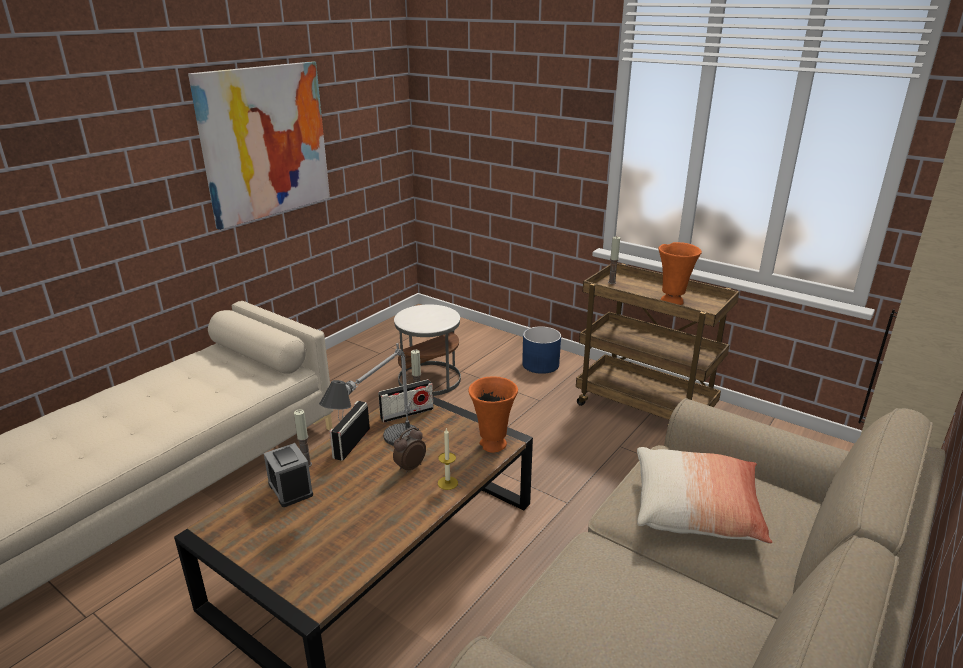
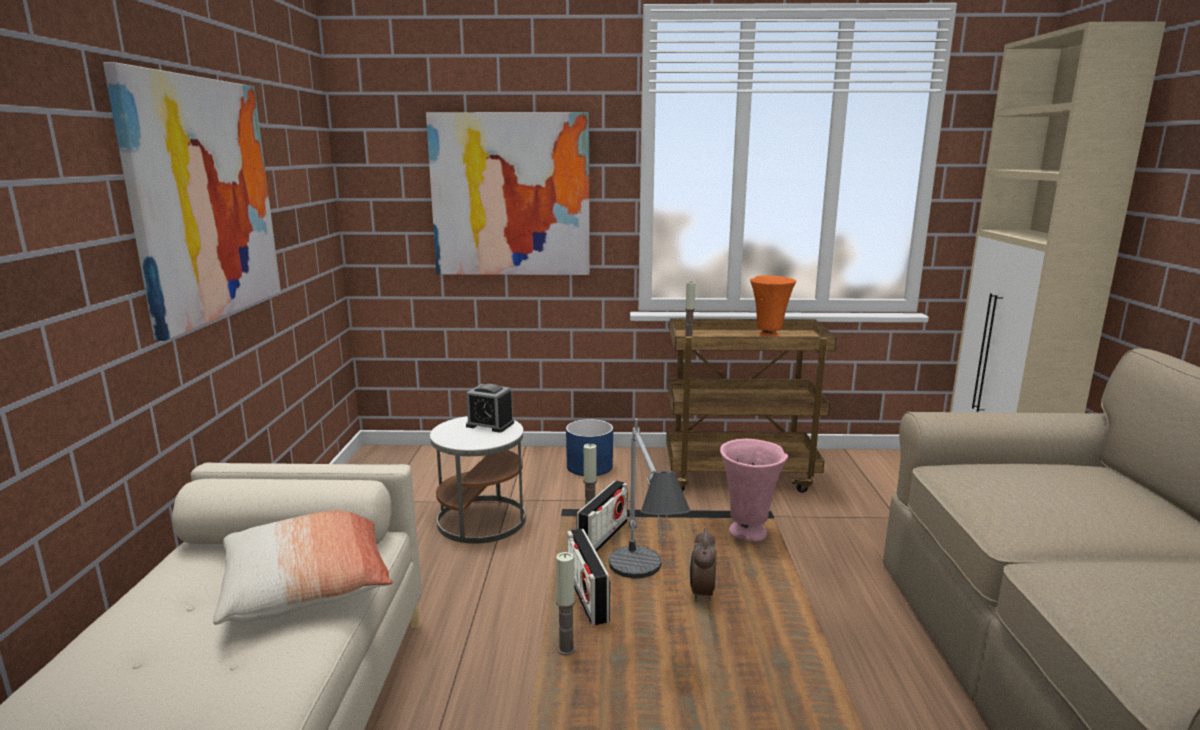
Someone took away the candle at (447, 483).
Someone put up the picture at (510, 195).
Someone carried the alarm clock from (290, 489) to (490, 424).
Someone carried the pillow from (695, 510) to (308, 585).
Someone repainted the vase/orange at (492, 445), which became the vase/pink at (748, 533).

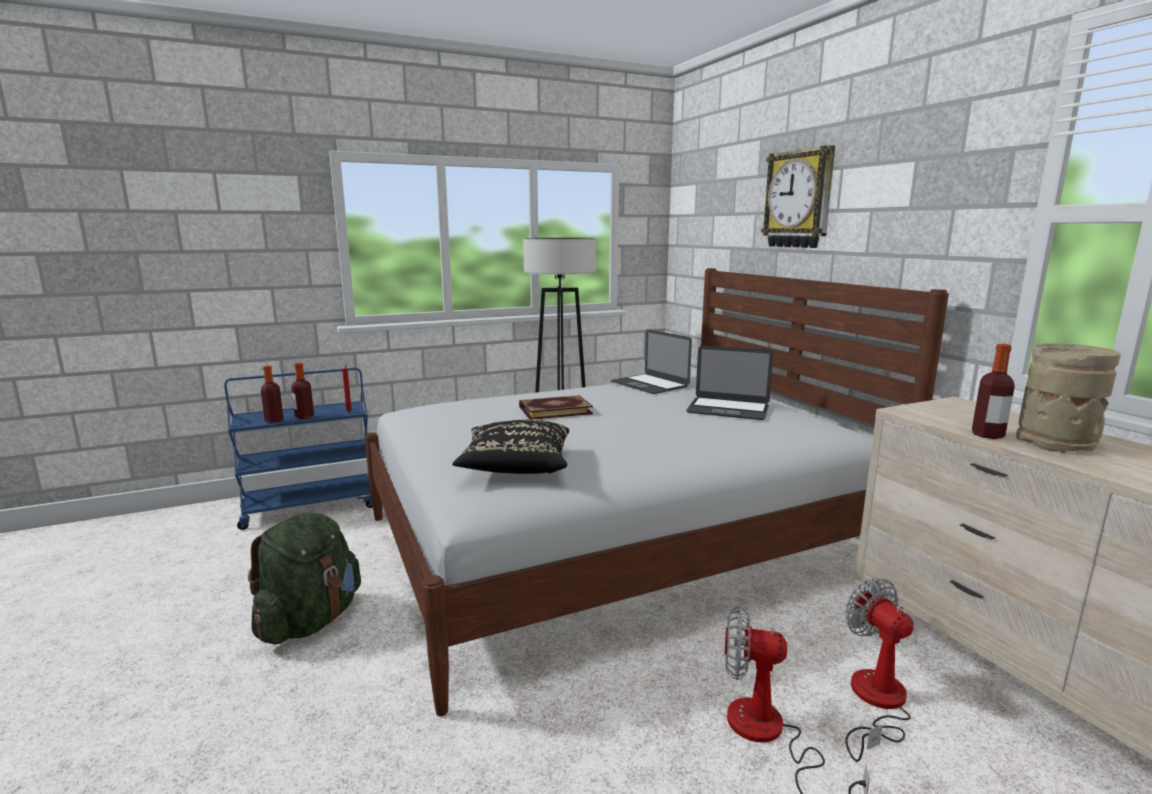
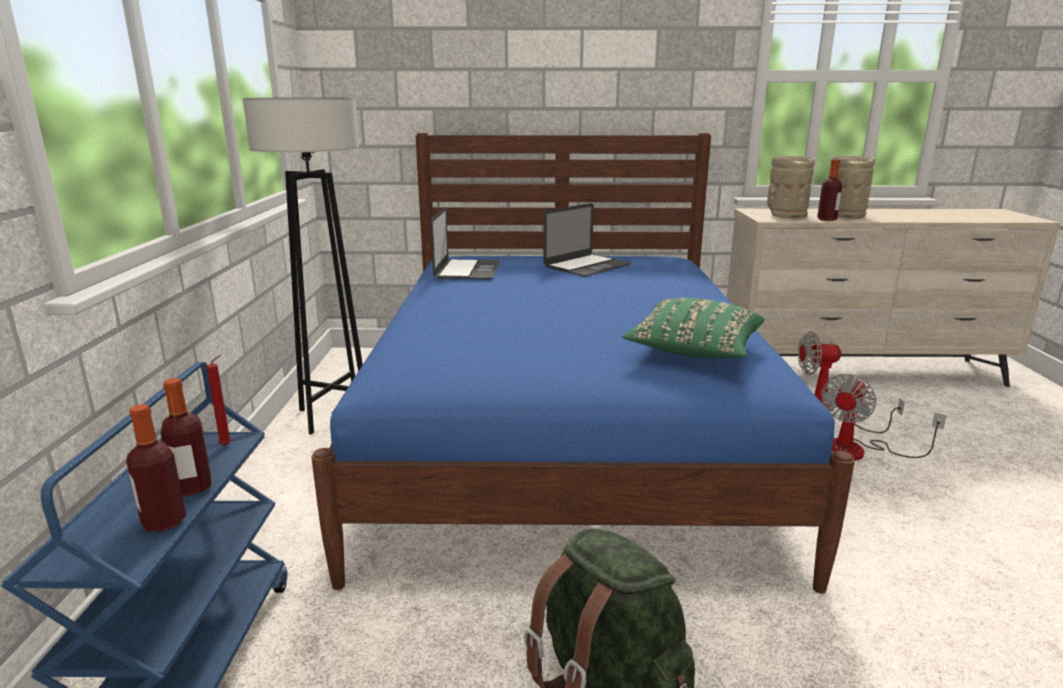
Someone took away the book at (555, 410).
Someone took away the wall clock at (799, 199).
Someone put down the vase/beige at (786, 215).
Someone repainted the bed/white at (616, 543), which became the bed/blue at (566, 434).
Someone repainted the pillow/black at (516, 466), which became the pillow/green at (694, 351).
Someone rotated the laptop at (649, 384) by 75 degrees counterclockwise.

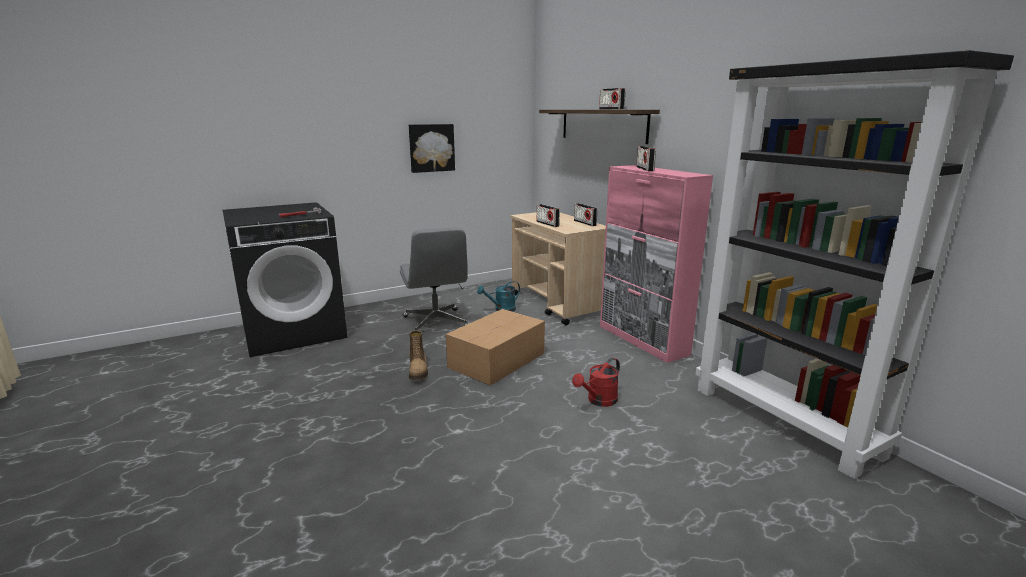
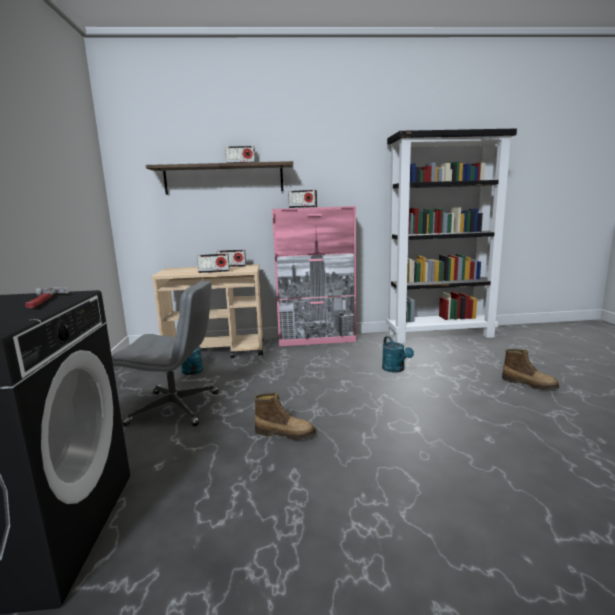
Someone took away the picture at (431, 148).
Someone took away the cardboard box at (498, 360).
Someone put down the boot at (529, 384).
Someone repainted the watering can/red at (598, 401), which became the watering can/turquoise at (395, 369).

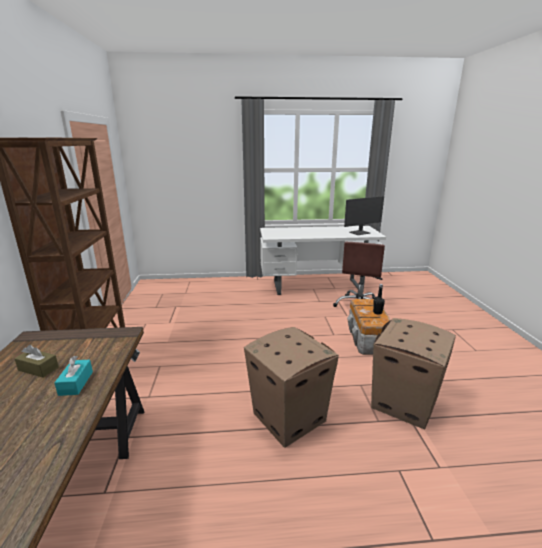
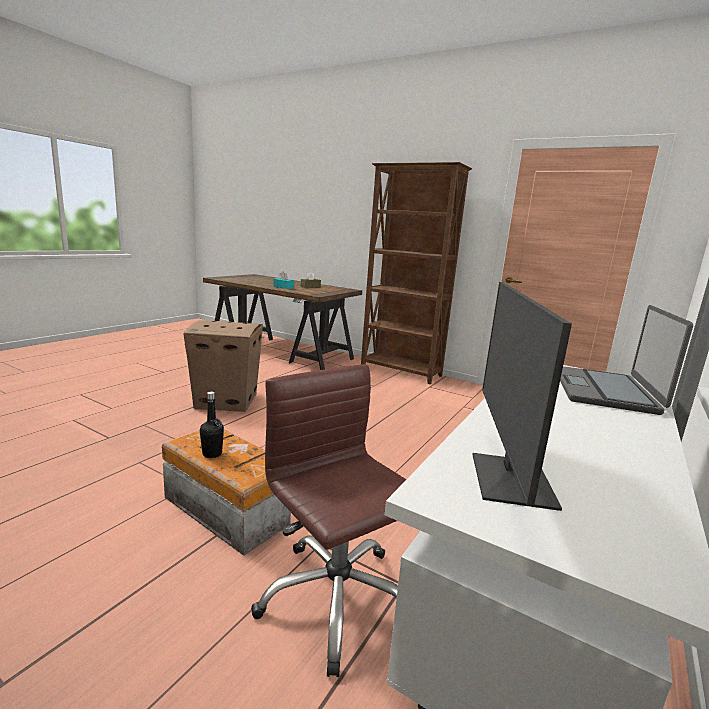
Someone took away the cardboard box at (403, 404).
Someone put down the laptop at (605, 391).

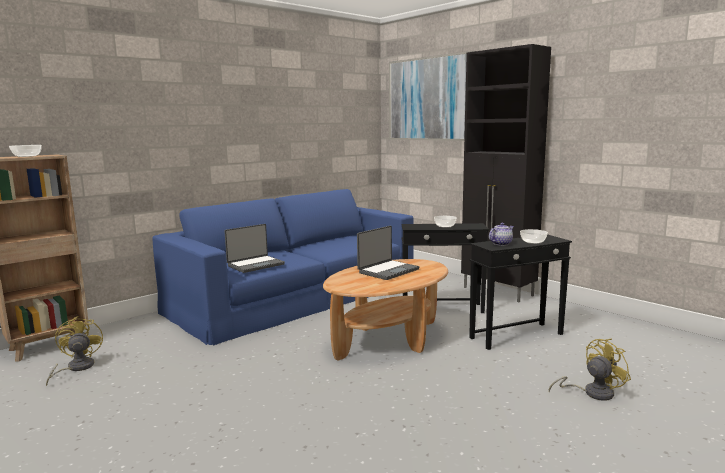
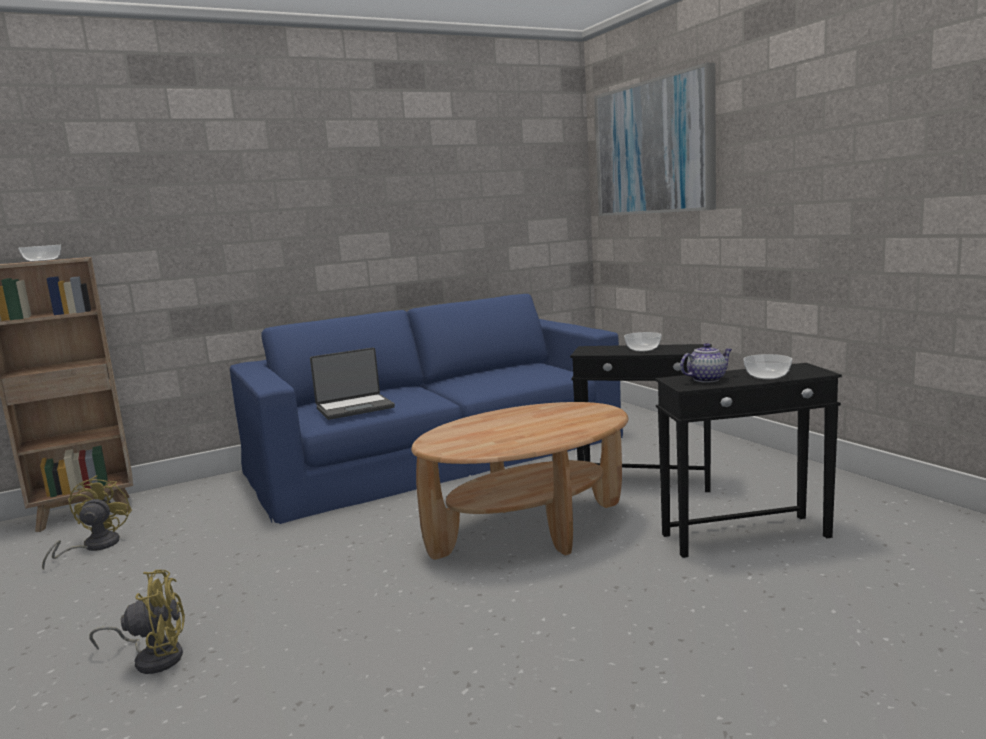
Someone took away the laptop at (387, 271).
Someone took away the cabinet/black at (498, 292).
Someone carried the fan/yellow from (592, 393) to (154, 657).

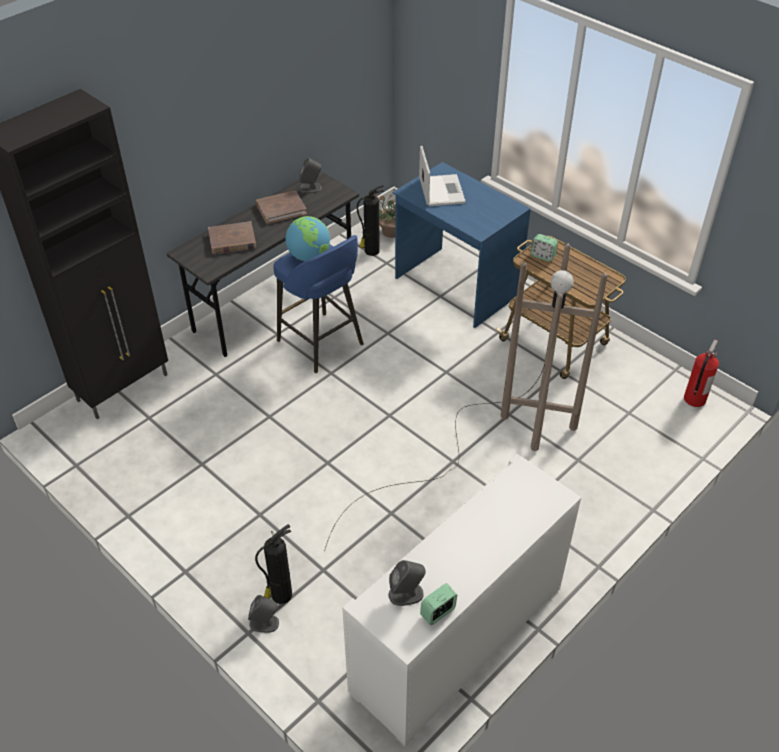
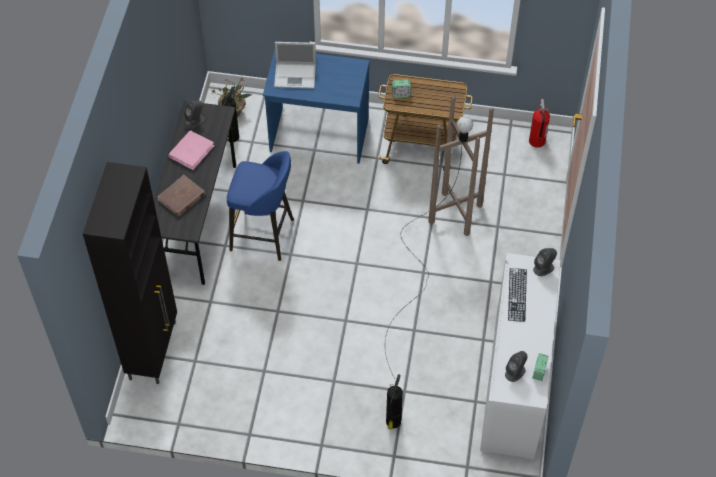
Someone took away the globe at (309, 256).
Someone put down the keyboard at (517, 294).
Someone carried the speaker/grey from (264, 623) to (544, 268).
Someone repainted the book/brown at (281, 209), which became the book/pink at (191, 151).
Someone rotated the laptop at (441, 190) by 135 degrees clockwise.

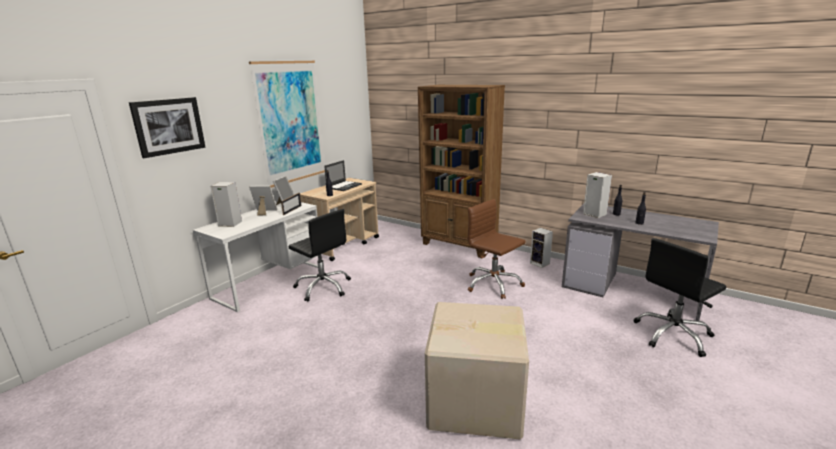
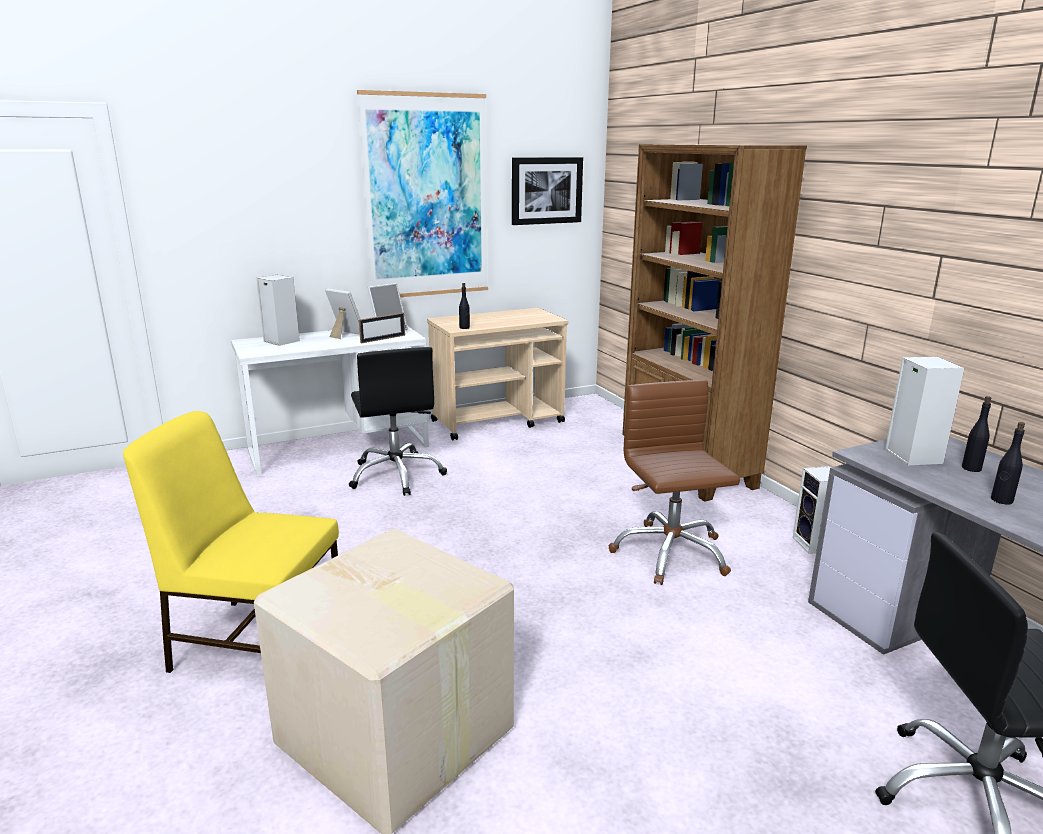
Someone took away the laptop at (344, 186).
Someone put down the chair/yellow at (257, 641).
Someone carried the picture from (169, 126) to (546, 190).

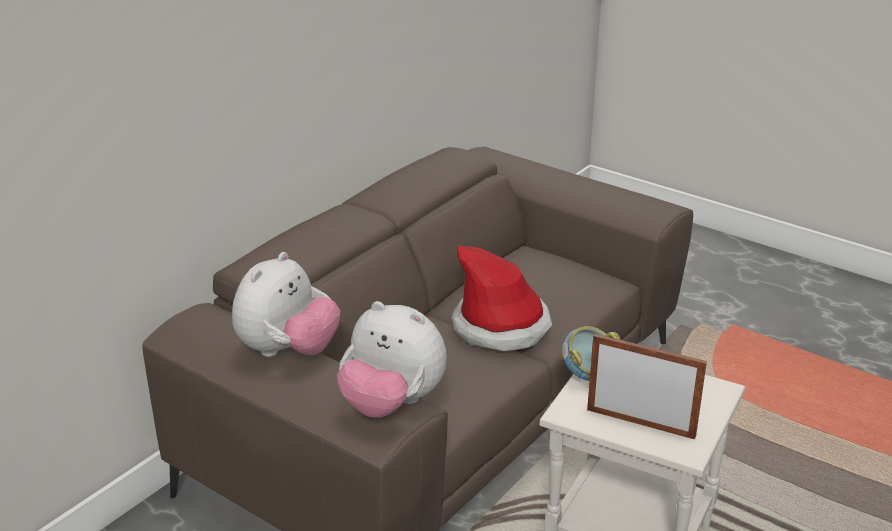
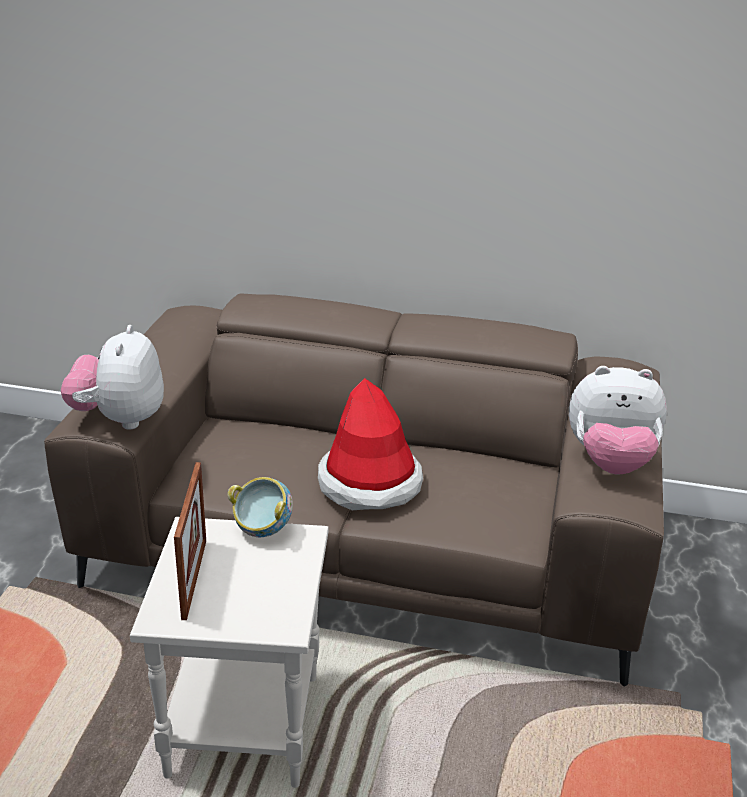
Someone carried the plush toy from (288, 351) to (610, 462).

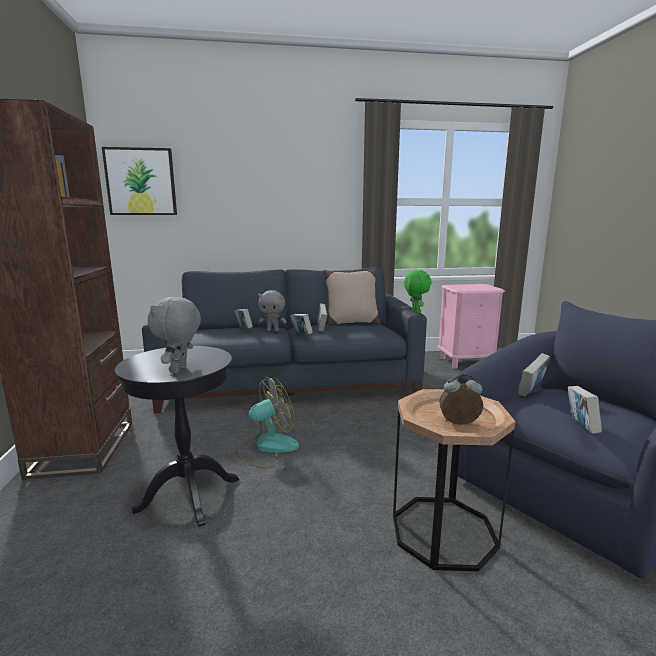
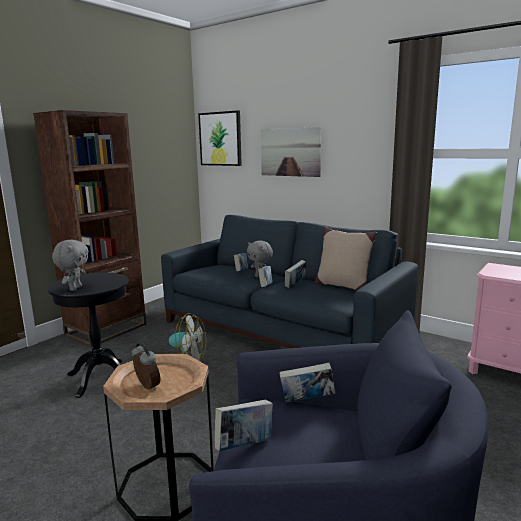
Someone took away the plush toy/green at (415, 312).
Someone put up the picture at (290, 152).
Someone rotated the plush toy/grey at (179, 370) by 135 degrees clockwise.

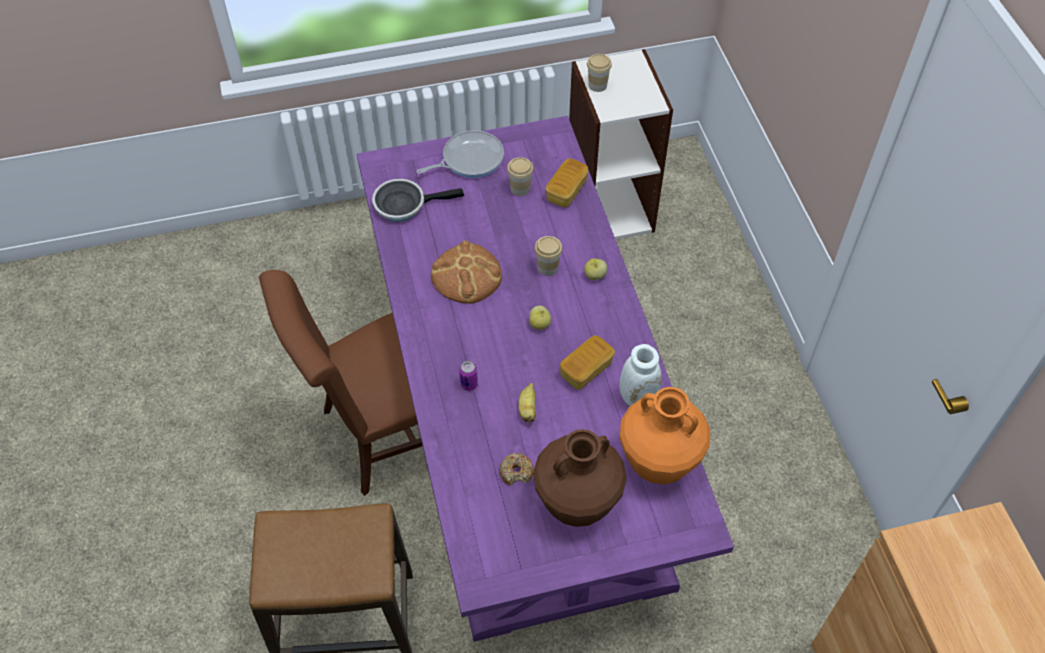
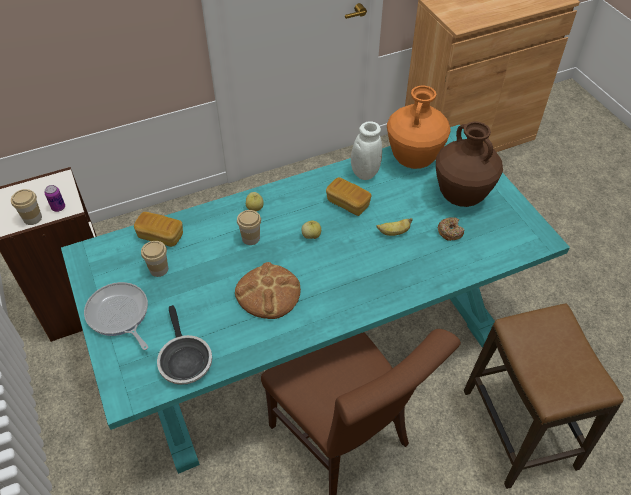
Someone carried the can from (469, 384) to (58, 207).
Someone repainted the dining table/purple at (520, 425), which became the dining table/turquoise at (315, 339).

